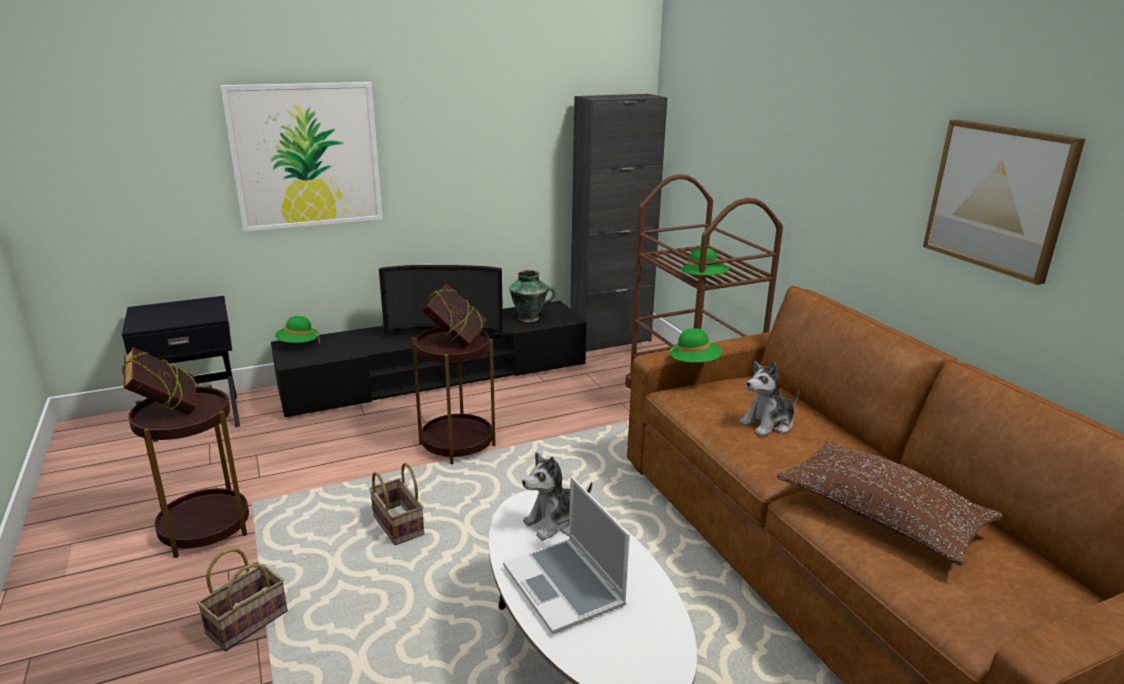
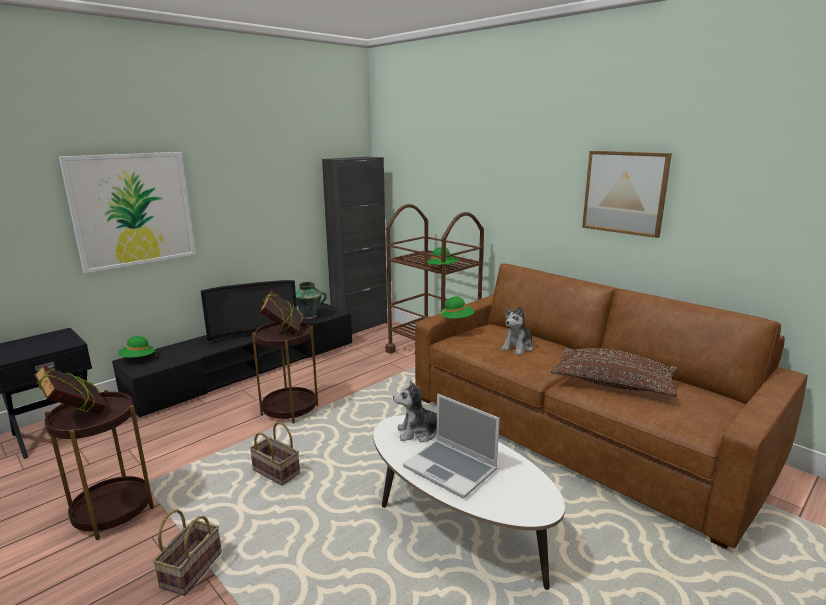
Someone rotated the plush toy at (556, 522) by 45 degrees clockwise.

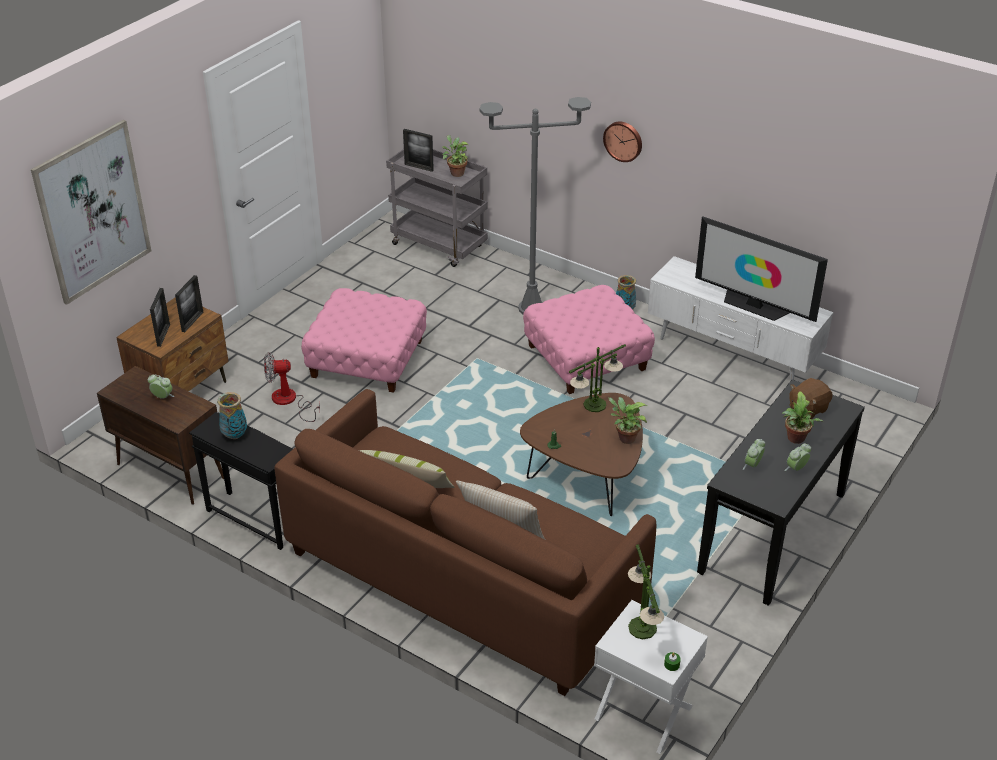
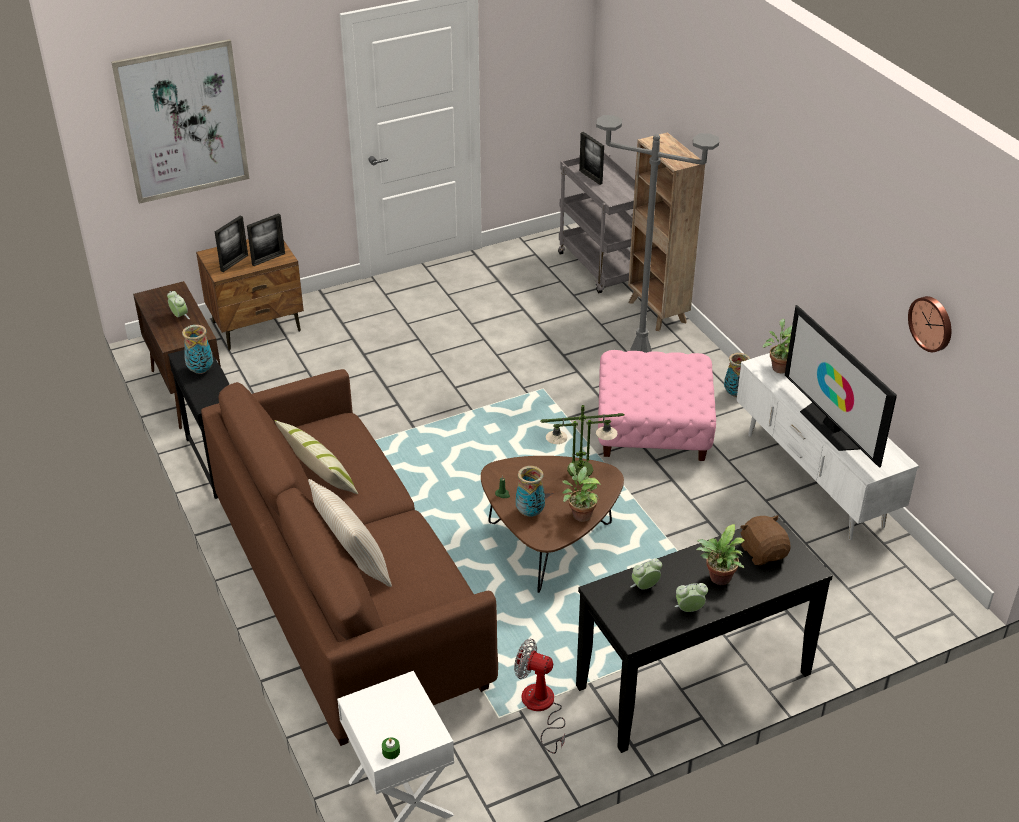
Someone took away the ottoman/pink at (367, 359).
Someone took away the table lamp at (642, 627).
Someone put down the vase at (530, 512).
Someone put down the bookcase/brown at (657, 313).
Someone carried the fan from (289, 401) to (541, 708).
Someone carried the potted plant from (456, 173) to (779, 367).
Someone carried the wall clock from (623, 140) to (932, 323).
Someone rotated the plush toy/brown at (807, 409) by 75 degrees clockwise.

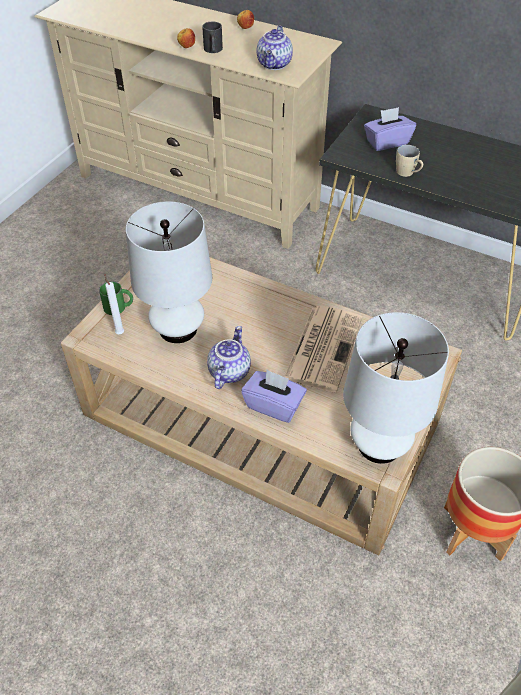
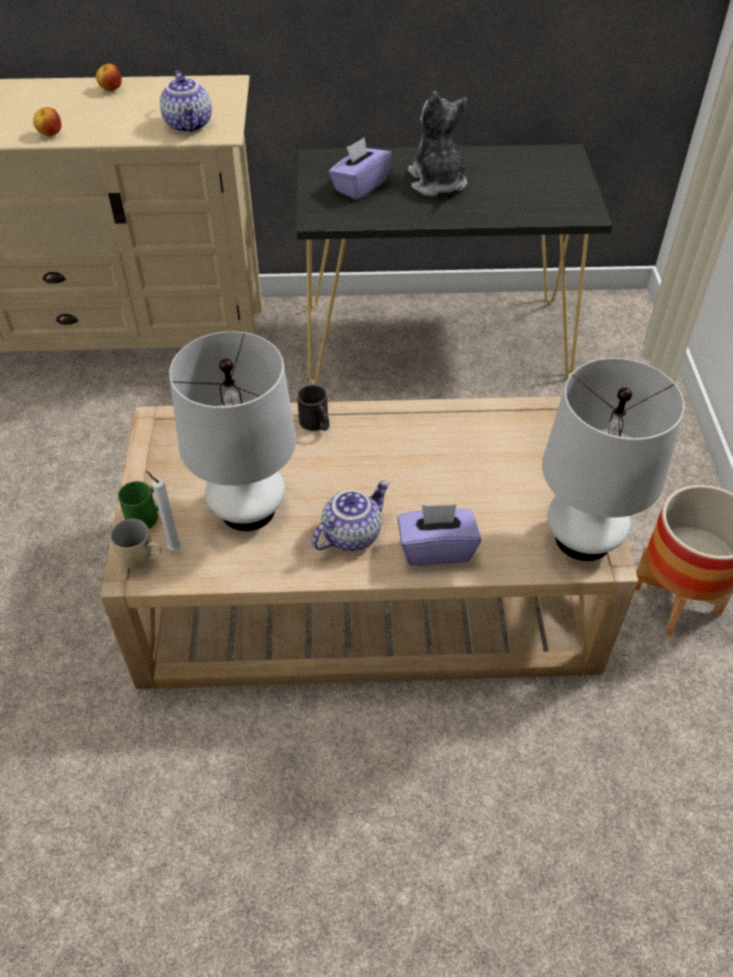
Someone took away the newspaper at (323, 347).
Someone put down the plush toy at (437, 182).
Someone carried the mug/black from (213, 50) to (317, 424).
Someone carried the mug/beige from (408, 173) to (143, 560).
Someone rotated the teapot at (228, 371) by 60 degrees clockwise.

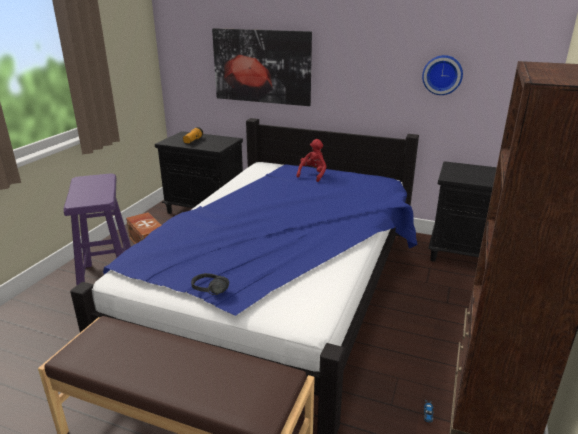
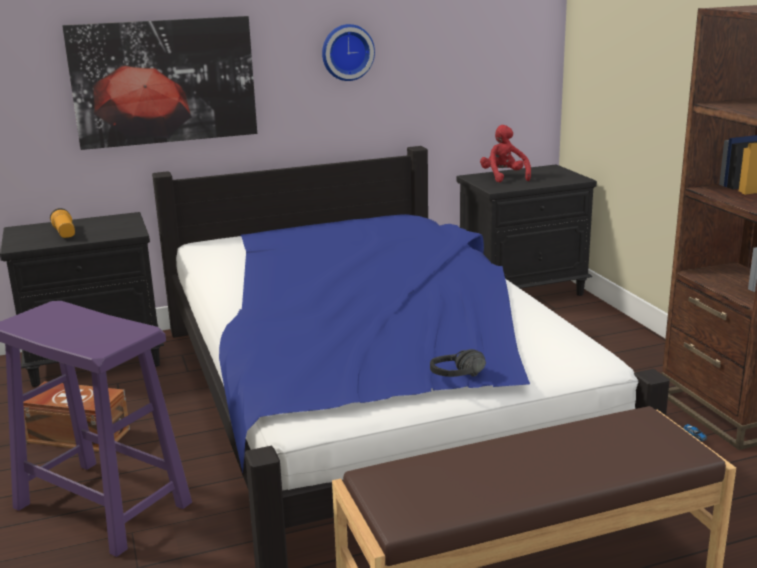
Someone carried the plush toy/red from (313, 175) to (504, 177).
Someone carried the wall clock from (442, 75) to (347, 52).

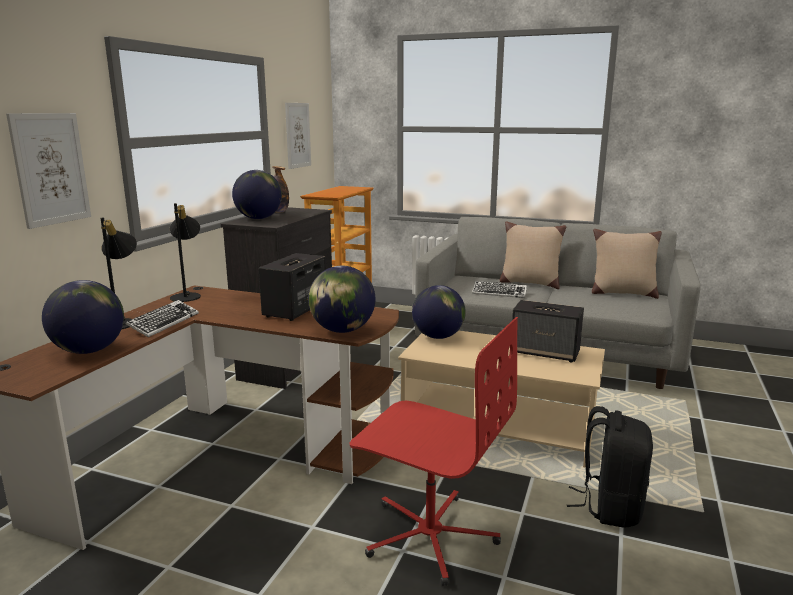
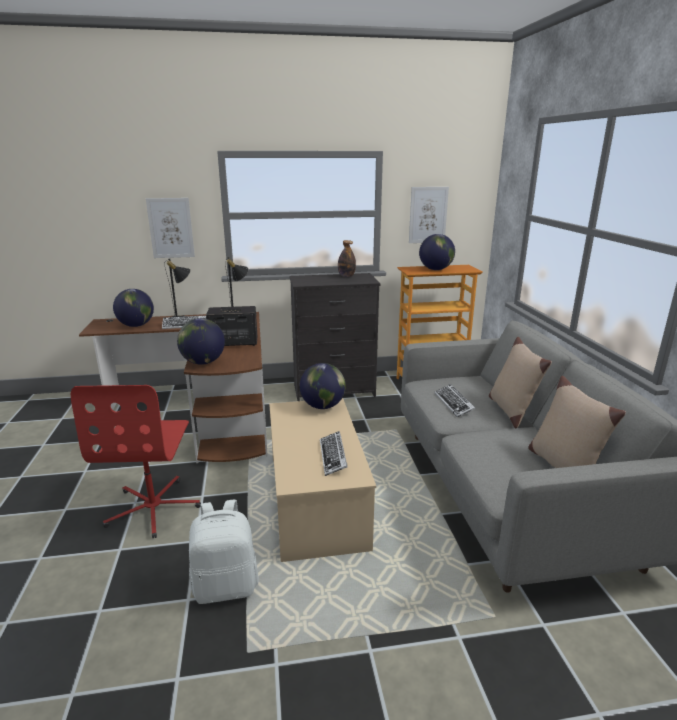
Someone carried the globe from (258, 218) to (435, 269).
Someone swapped the speaker at (545, 353) for the keyboard at (333, 456).
Someone repainted the backpack/black at (609, 507), which became the backpack/white at (226, 586).

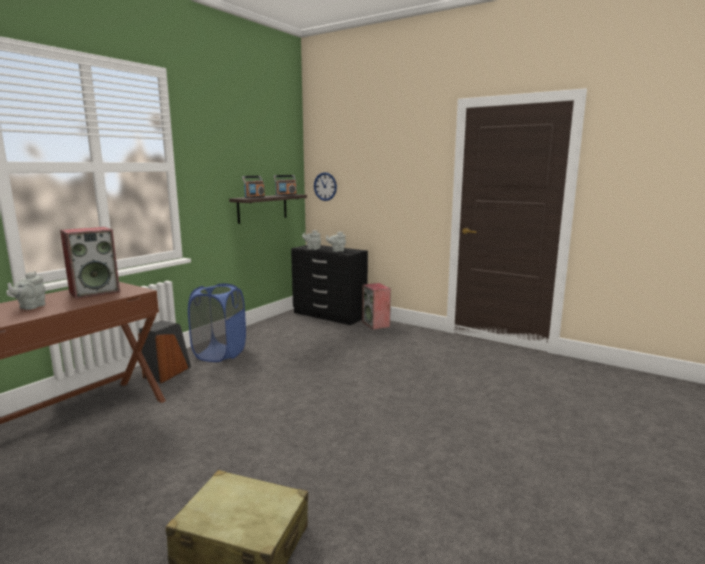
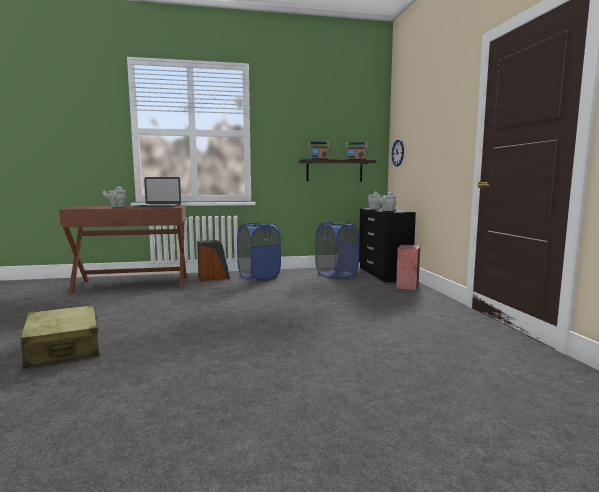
Someone put down the laundry basket/blue at (336, 275).
Someone swapped the speaker at (95, 292) for the laptop at (158, 206).

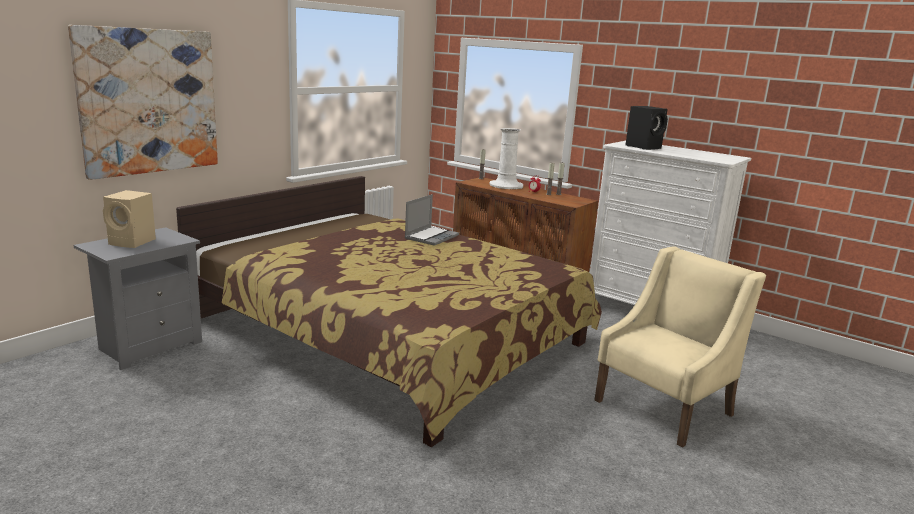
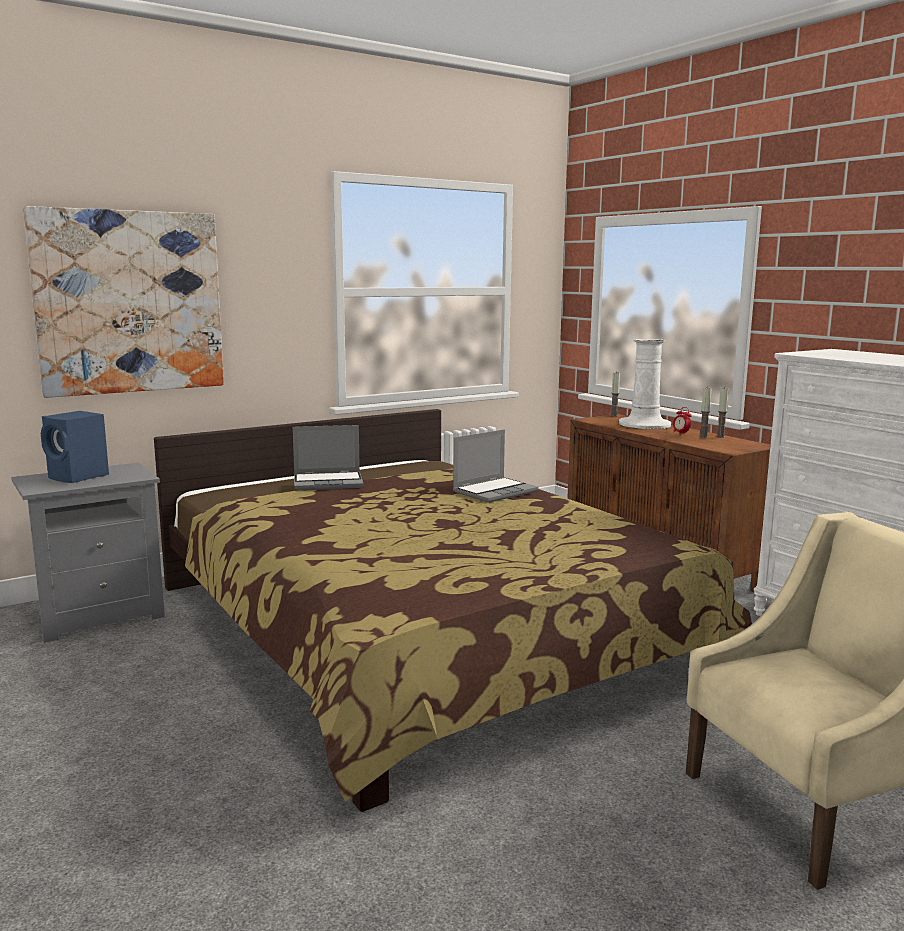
Someone took away the speaker/black at (644, 147).
Someone put down the laptop at (329, 482).
Someone repainted the speaker/beige at (133, 242), which became the speaker/blue at (79, 477).

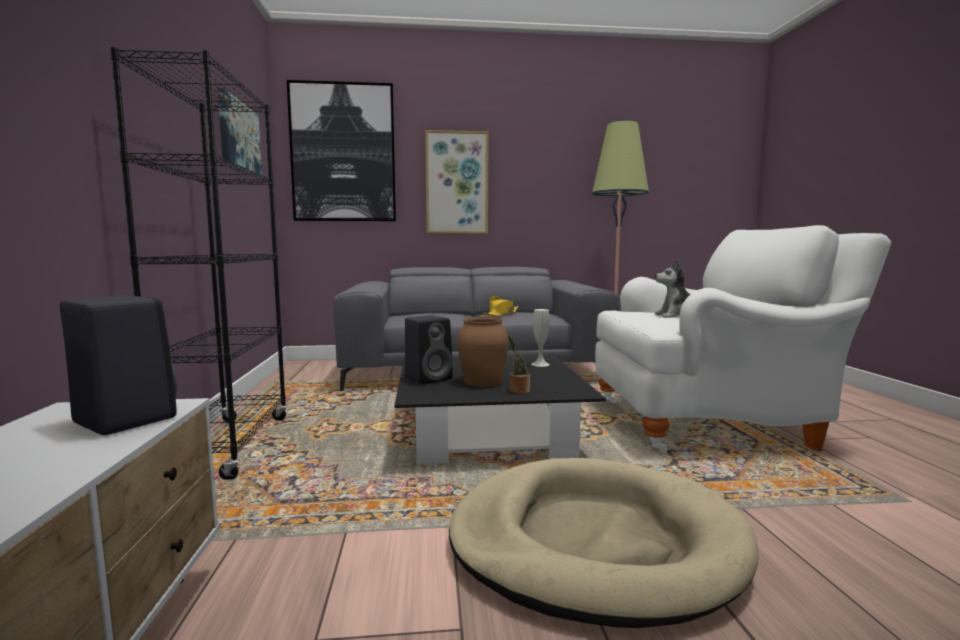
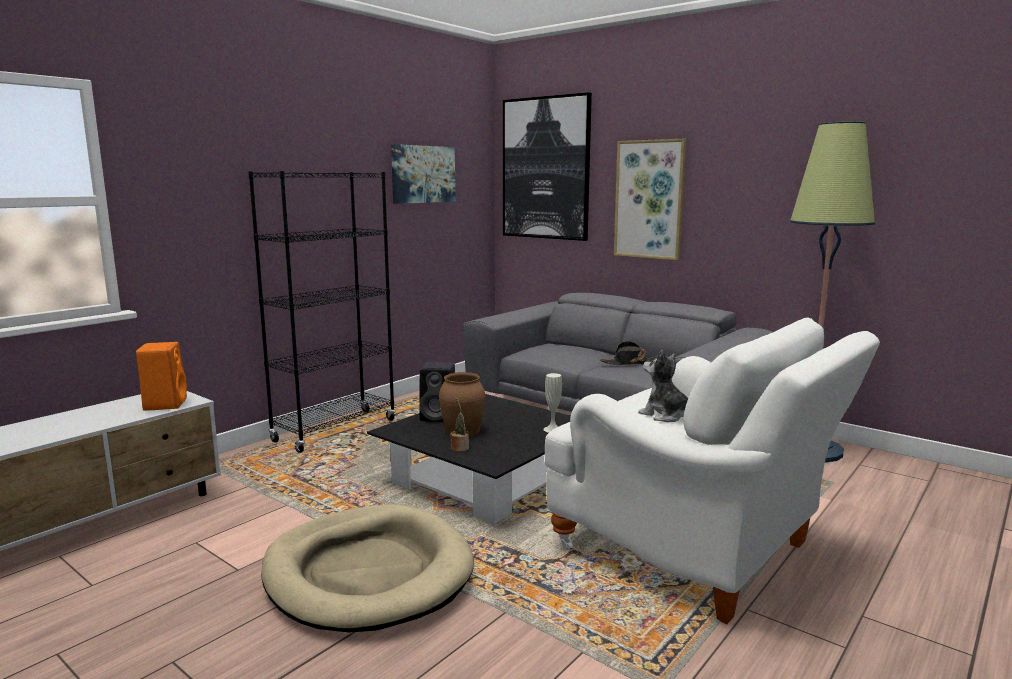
Someone repainted the speaker/black at (122, 420), which became the speaker/orange at (165, 404).
Someone repainted the hat/yellow at (501, 314), which became the hat/black at (629, 363).

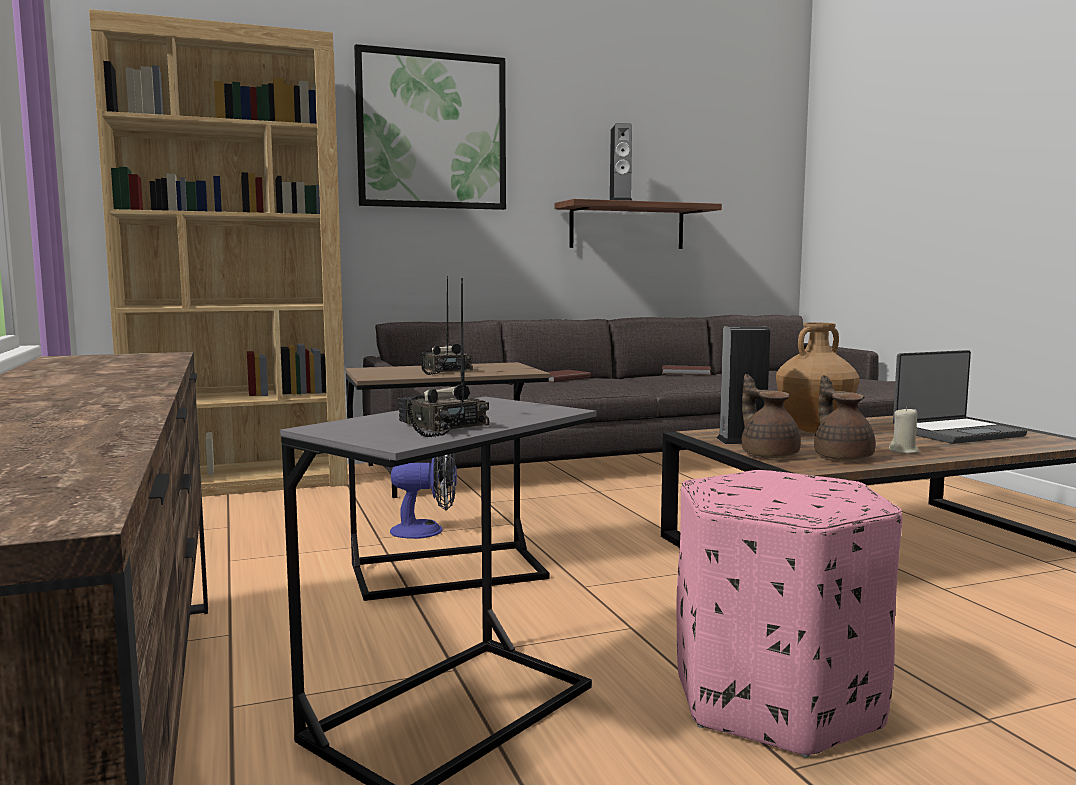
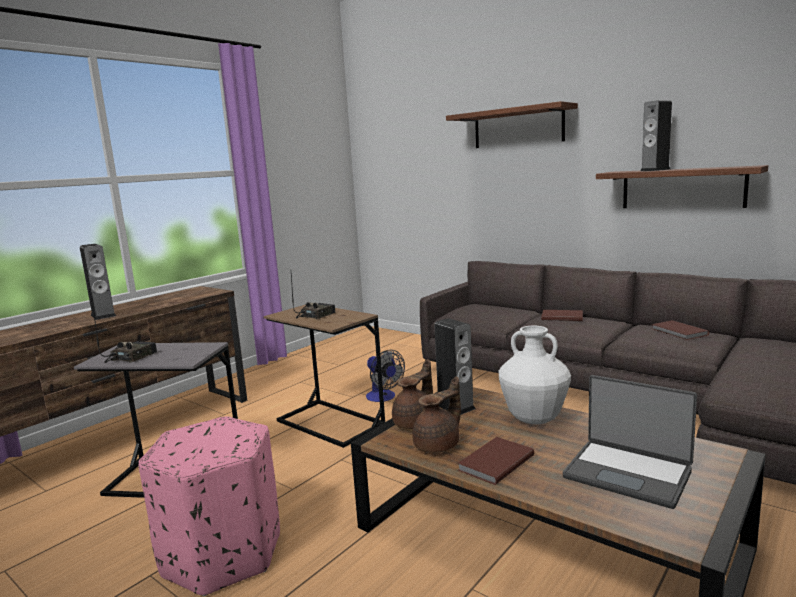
Someone took away the bookcase/brown at (240, 483).
Someone put down the speaker at (103, 315).
Someone swapped the picture at (432, 131) for the shelf at (518, 127).
Someone swapped the candle/beige at (904, 451) for the book/brown at (494, 463).
Someone repainted the vase/brown at (814, 431), which became the vase/white at (533, 419).

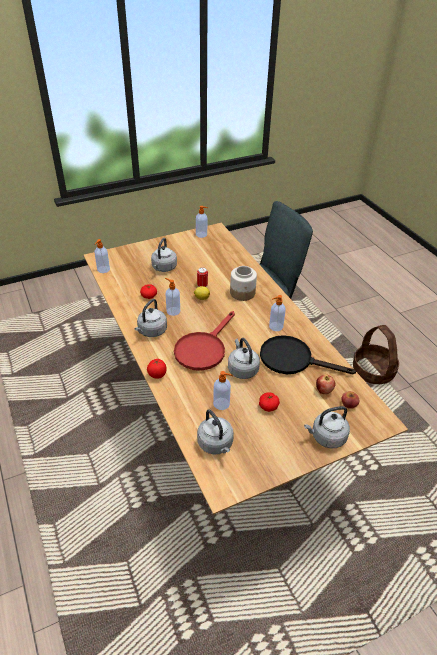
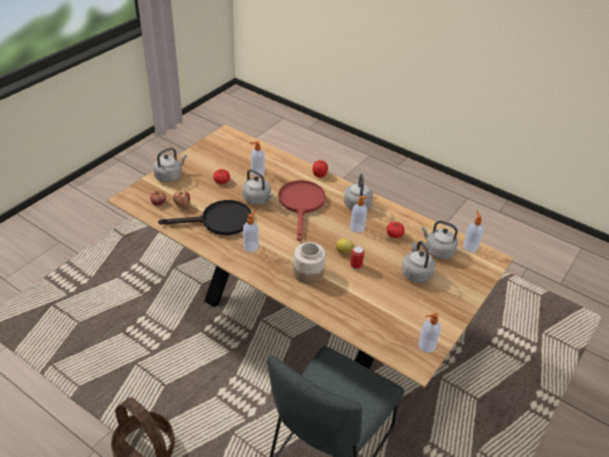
Someone carried the kettle/grey from (216, 444) to (437, 250).

